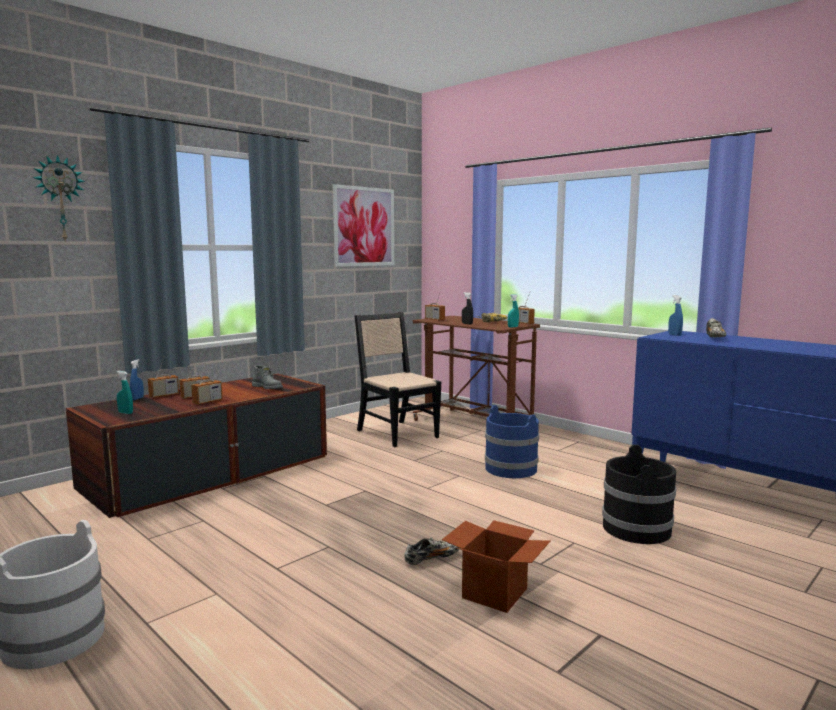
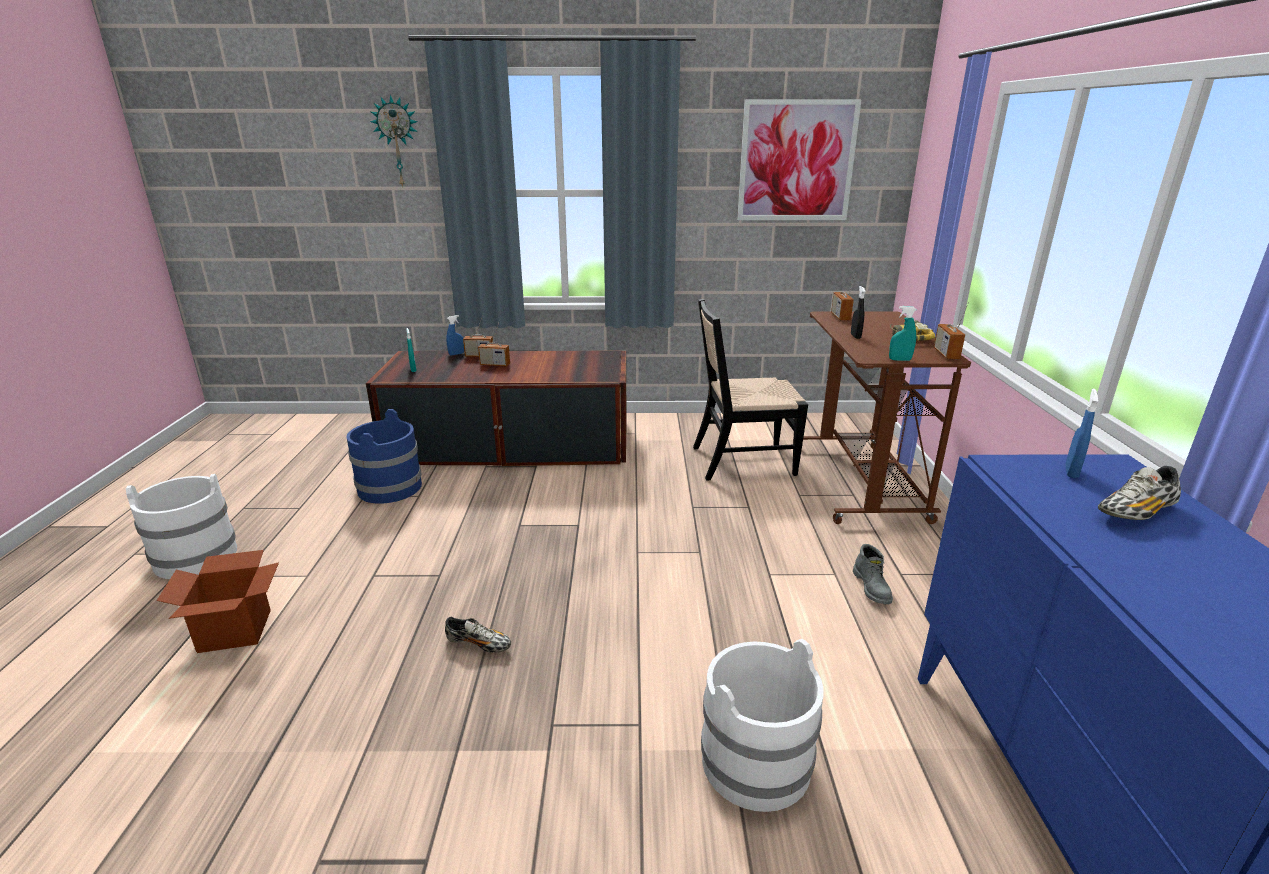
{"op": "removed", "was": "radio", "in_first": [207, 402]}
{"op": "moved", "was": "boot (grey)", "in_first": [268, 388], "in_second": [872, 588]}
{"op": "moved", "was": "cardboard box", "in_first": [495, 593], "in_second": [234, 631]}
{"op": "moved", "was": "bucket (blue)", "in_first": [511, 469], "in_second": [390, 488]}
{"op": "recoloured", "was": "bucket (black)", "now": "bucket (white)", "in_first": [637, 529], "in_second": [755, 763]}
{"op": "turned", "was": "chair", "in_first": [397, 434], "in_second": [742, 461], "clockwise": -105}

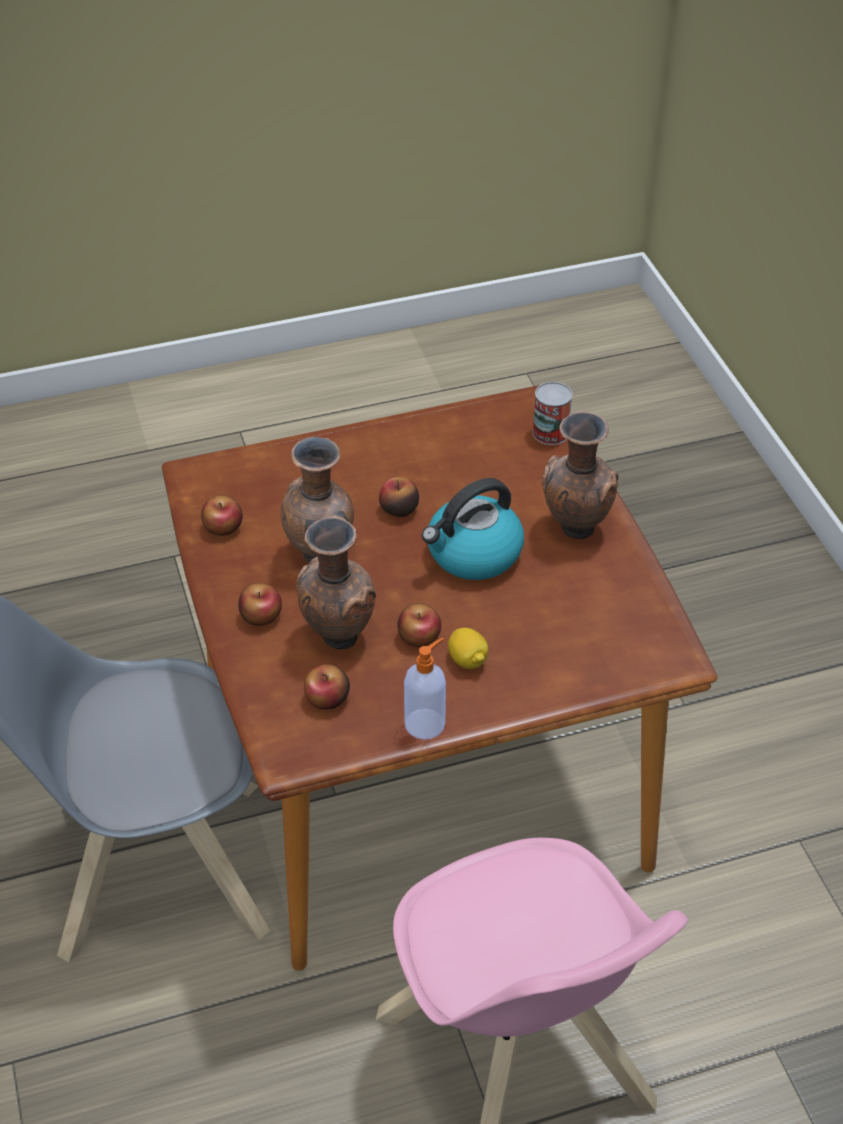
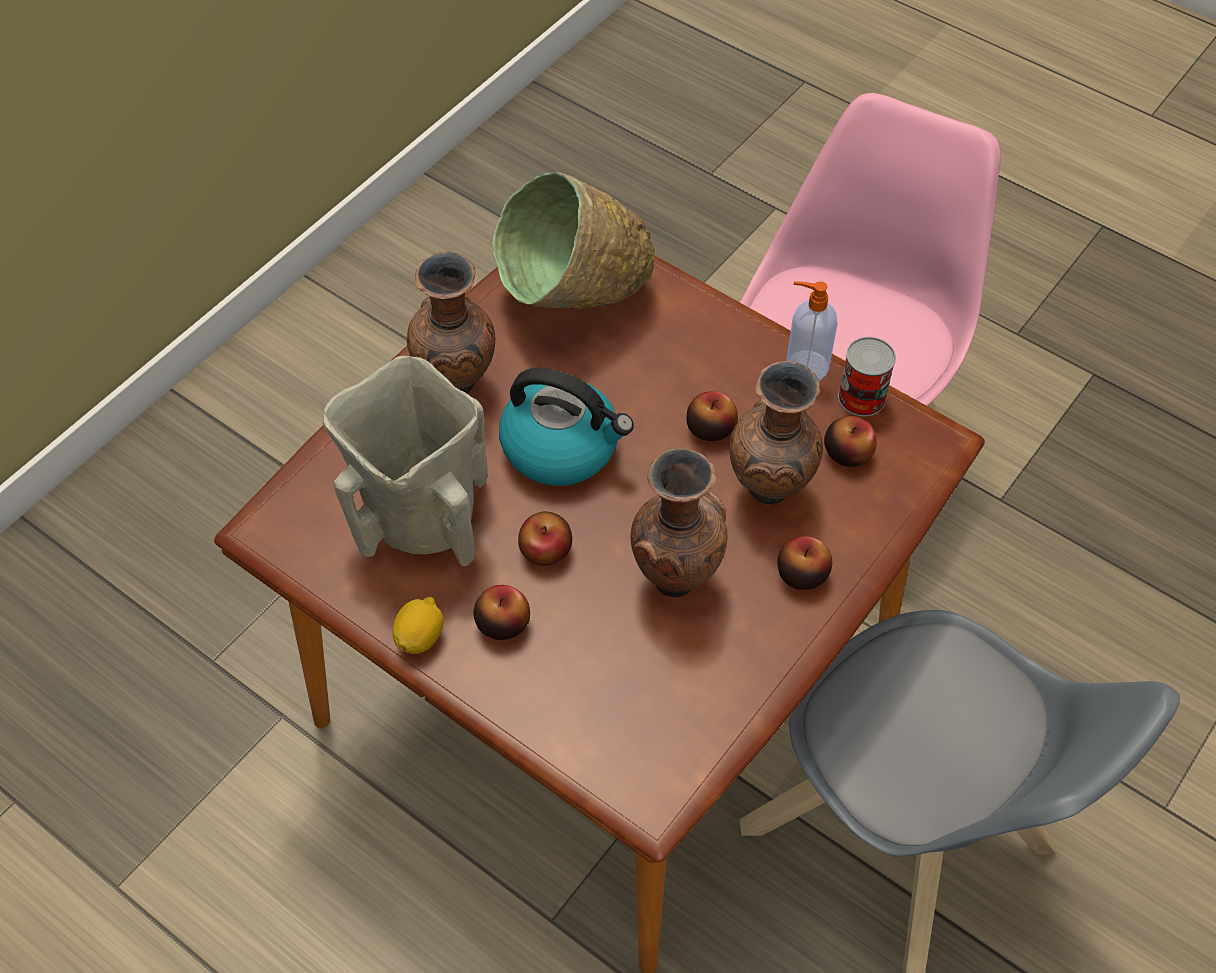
{"op": "added", "now": "vase (beige)", "in_second": [421, 516]}
{"op": "added", "now": "bowl (green)", "in_second": [572, 302]}
{"op": "moved", "was": "apple", "in_first": [223, 527], "in_second": [503, 623]}
{"op": "moved", "was": "lemon", "in_first": [467, 660], "in_second": [420, 637]}
{"op": "moved", "was": "can", "in_first": [550, 433], "in_second": [861, 397]}

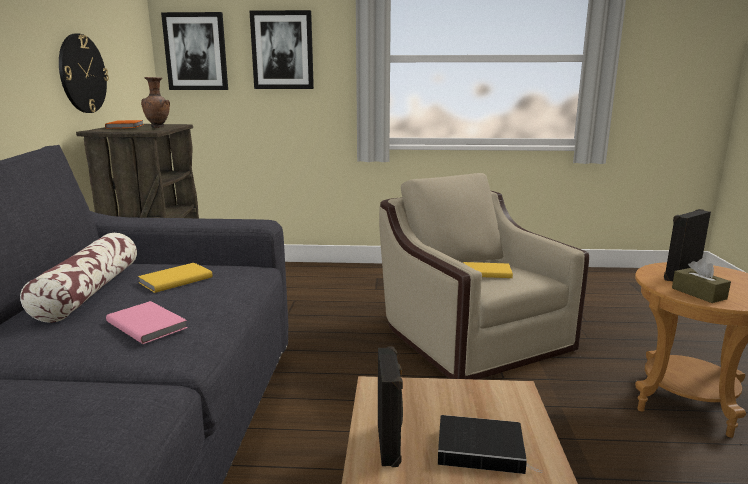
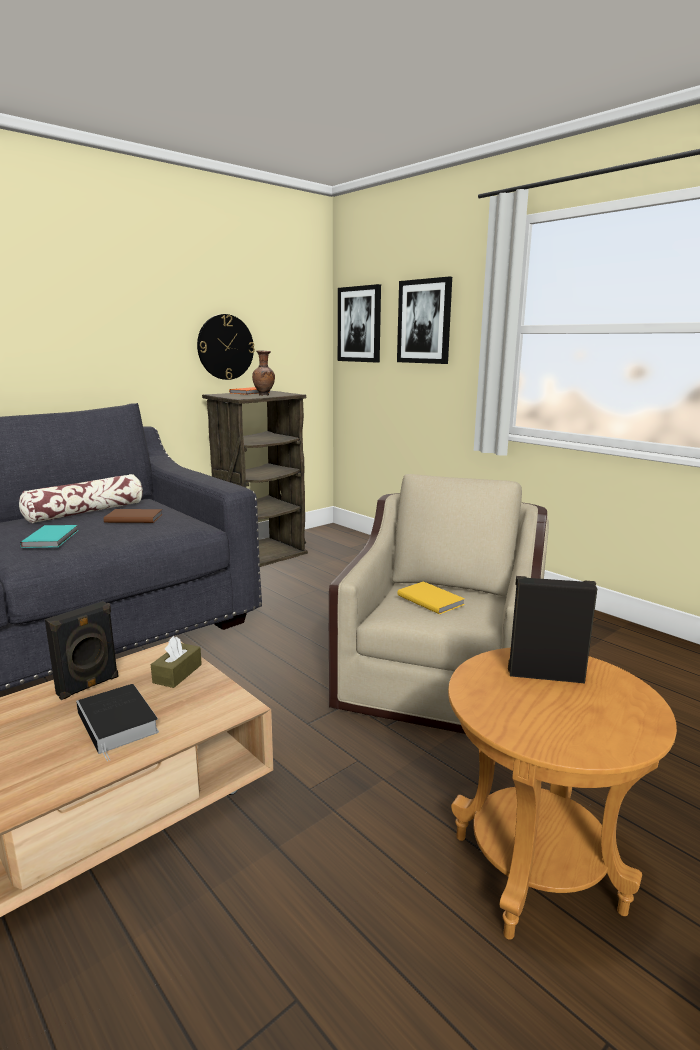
{"op": "moved", "was": "tissue box (brown)", "in_first": [698, 293], "in_second": [177, 673]}
{"op": "recoloured", "was": "book (pink)", "now": "book (turquoise)", "in_first": [148, 324], "in_second": [52, 538]}
{"op": "recoloured", "was": "book (yellow)", "now": "book (brown)", "in_first": [174, 280], "in_second": [133, 518]}

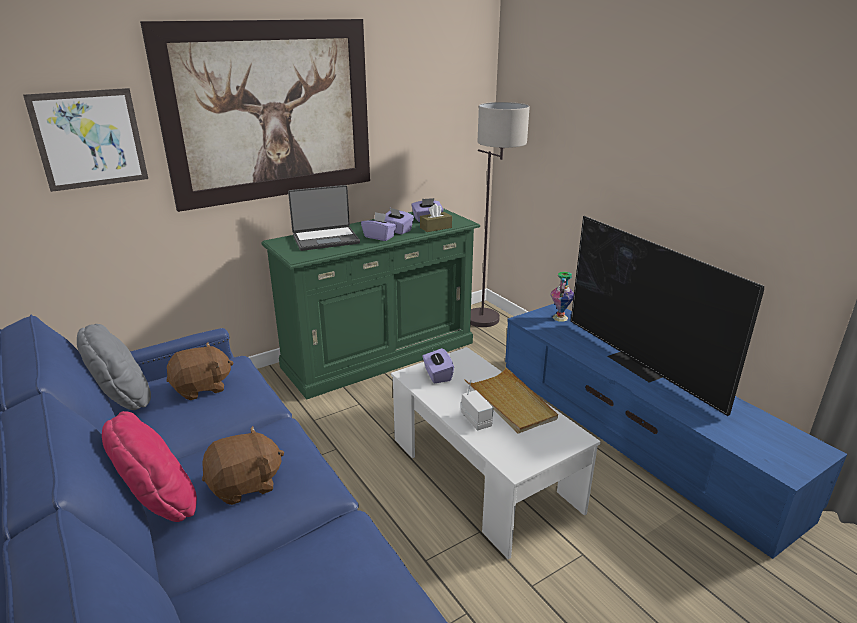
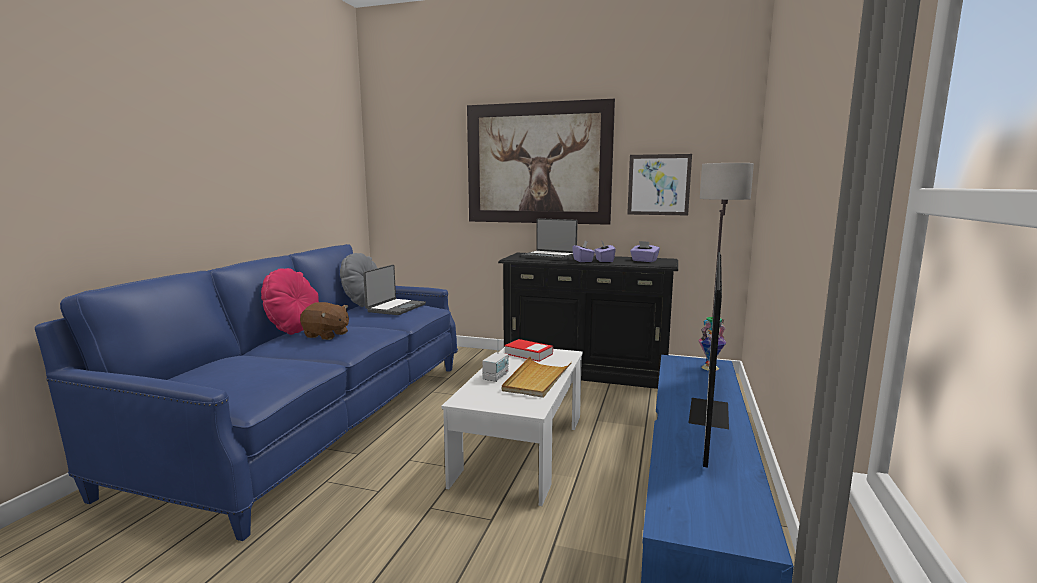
{"op": "removed", "was": "tissue box (brown)", "in_first": [435, 228]}
{"op": "moved", "was": "picture", "in_first": [89, 139], "in_second": [658, 185]}
{"op": "replaced", "was": "plush toy (brown)", "now": "laptop", "in_first": [202, 388], "in_second": [395, 308]}
{"op": "replaced", "was": "tissue box (purple)", "now": "book", "in_first": [437, 375], "in_second": [528, 354]}
{"op": "recoloured", "was": "cabinet (green)", "now": "cabinet (black)", "in_first": [380, 354], "in_second": [586, 370]}

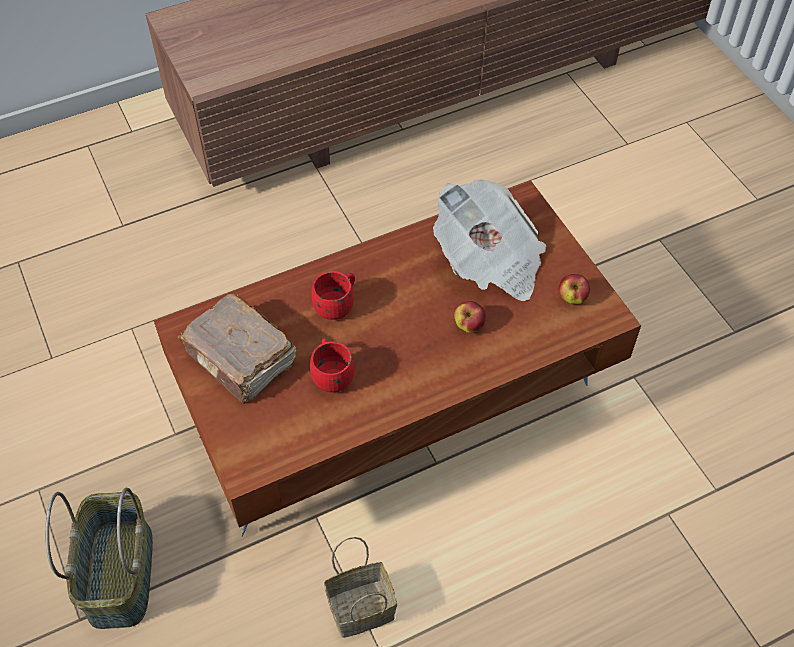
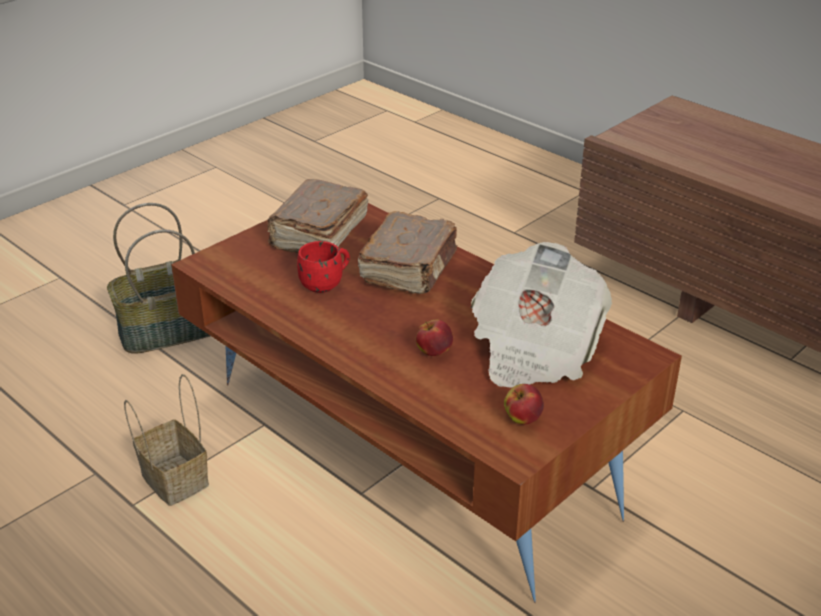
{"op": "replaced", "was": "mug (red)", "now": "book (brown)", "in_first": [337, 305], "in_second": [410, 268]}

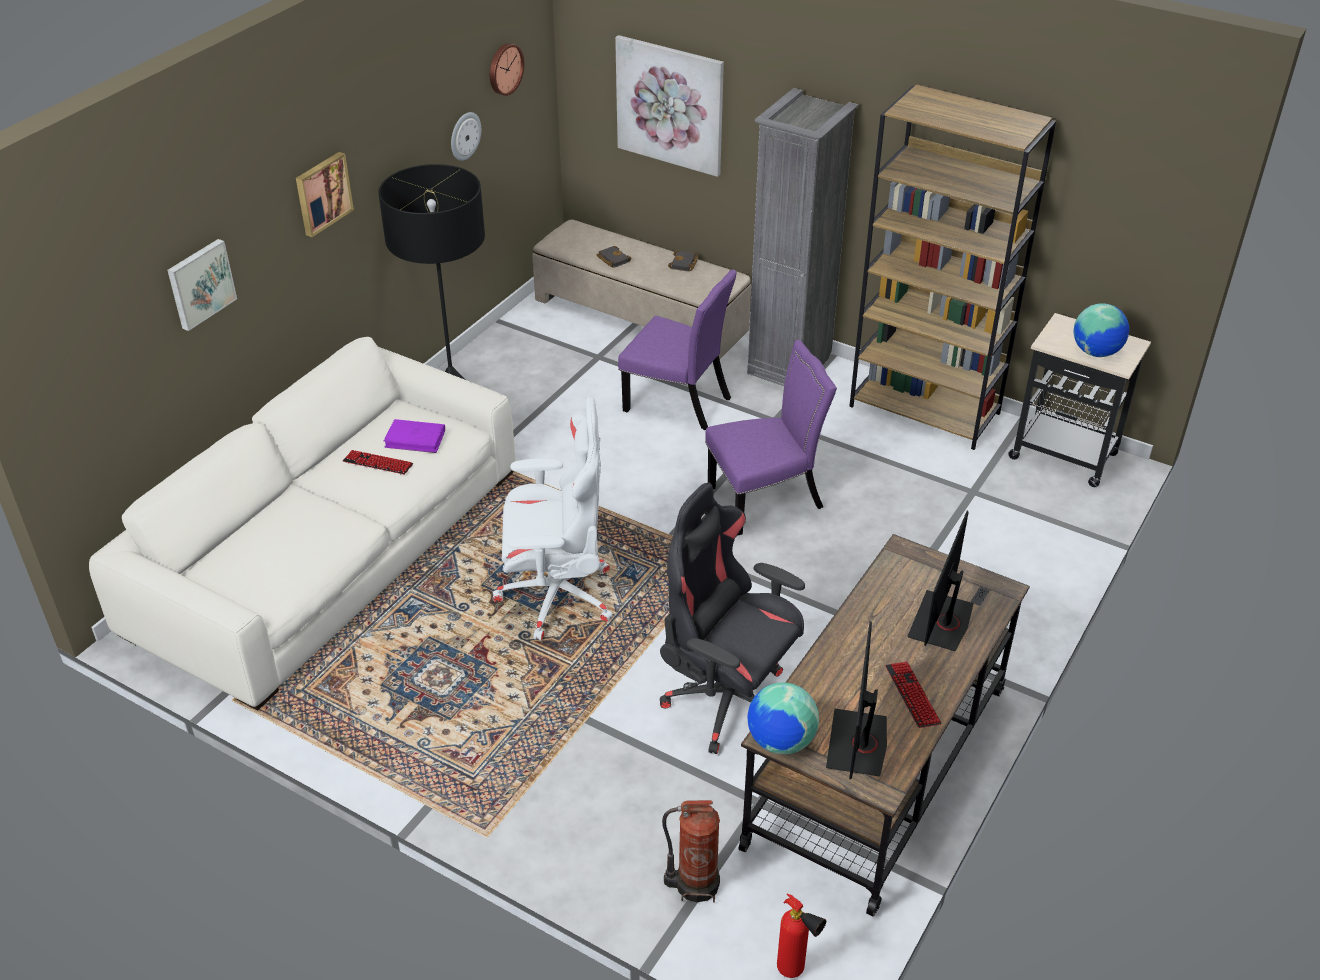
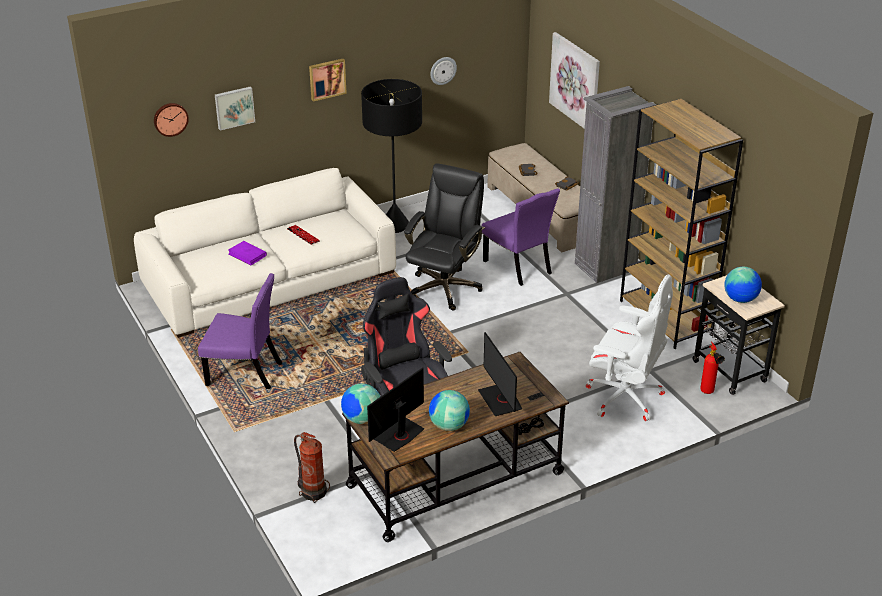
{"op": "added", "now": "office chair (black)", "in_second": [444, 290]}
{"op": "moved", "was": "book (purple)", "in_first": [415, 439], "in_second": [247, 255]}
{"op": "moved", "was": "wall clock", "in_first": [504, 69], "in_second": [170, 119]}
{"op": "moved", "was": "office chair (white)", "in_first": [555, 597], "in_second": [623, 397]}
{"op": "moved", "was": "chair (purple)", "in_first": [764, 500], "in_second": [243, 373]}
{"op": "moved", "was": "fire extinguisher", "in_first": [795, 972], "in_second": [708, 393]}
{"op": "replaced", "was": "keyboard", "now": "globe", "in_first": [912, 695], "in_second": [448, 425]}
{"op": "turned", "was": "monitor", "in_first": [941, 622], "in_second": [500, 400], "clockwise": -75}

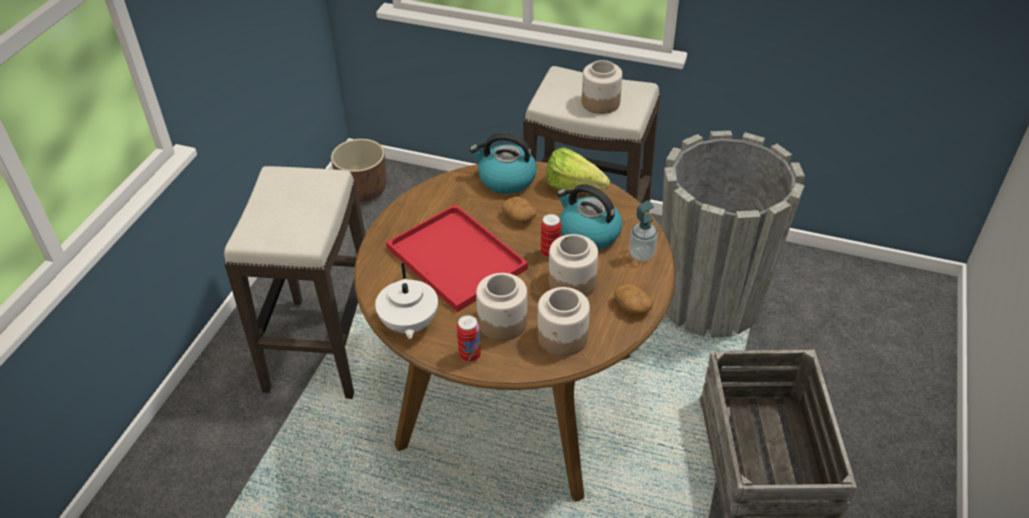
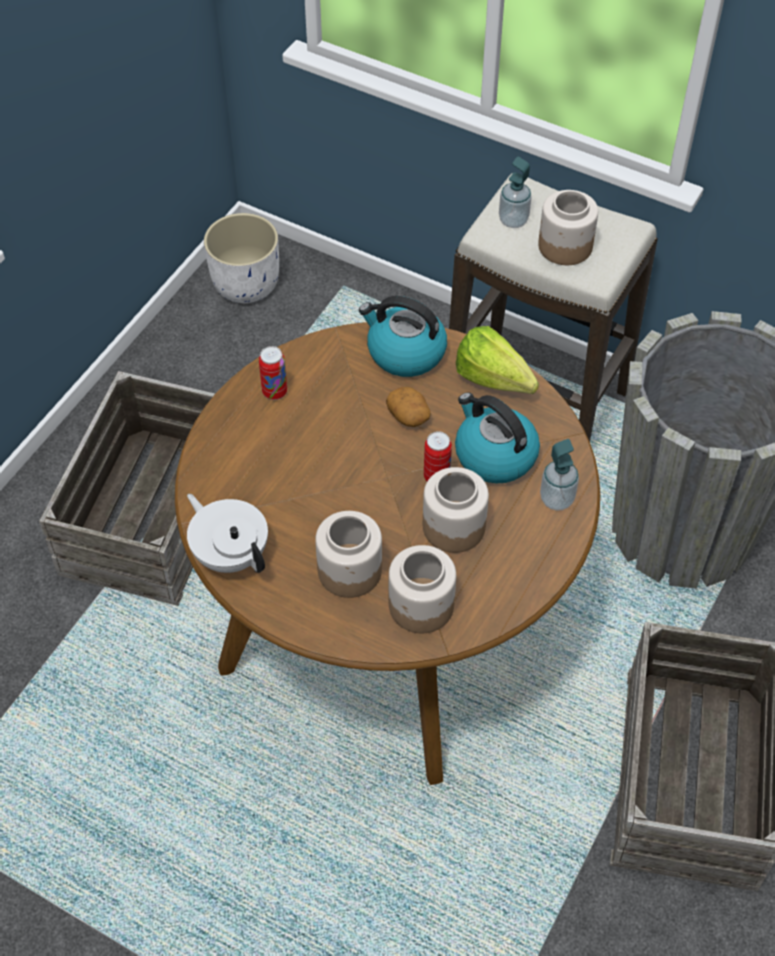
{"op": "removed", "was": "tray (red)", "in_first": [453, 257]}
{"op": "removed", "was": "potato", "in_first": [631, 307]}
{"op": "added", "now": "soap dispenser", "in_second": [513, 220]}
{"op": "moved", "was": "can", "in_first": [470, 355], "in_second": [274, 392]}
{"op": "replaced", "was": "stool", "now": "crate", "in_first": [323, 347], "in_second": [151, 513]}
{"op": "recoloured", "was": "planter (brown)", "now": "planter (white)", "in_first": [363, 190], "in_second": [246, 283]}
{"op": "turned", "was": "teapot (white)", "in_first": [409, 325], "in_second": [231, 554], "clockwise": 135}

